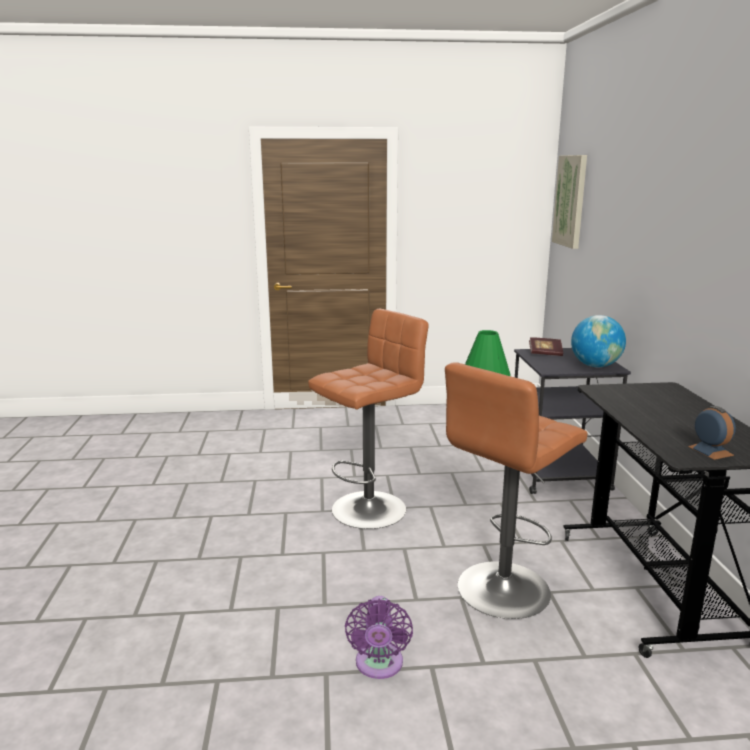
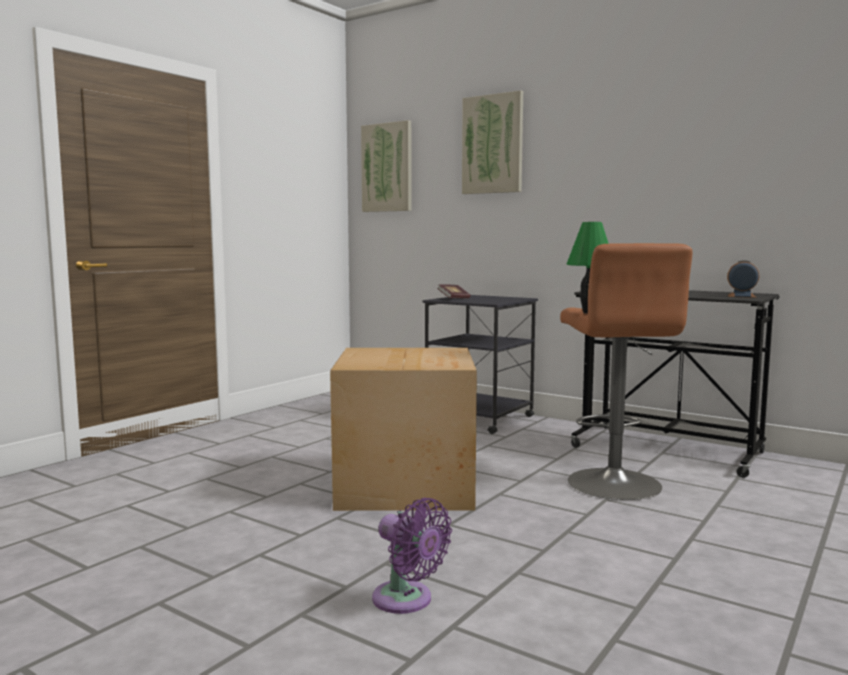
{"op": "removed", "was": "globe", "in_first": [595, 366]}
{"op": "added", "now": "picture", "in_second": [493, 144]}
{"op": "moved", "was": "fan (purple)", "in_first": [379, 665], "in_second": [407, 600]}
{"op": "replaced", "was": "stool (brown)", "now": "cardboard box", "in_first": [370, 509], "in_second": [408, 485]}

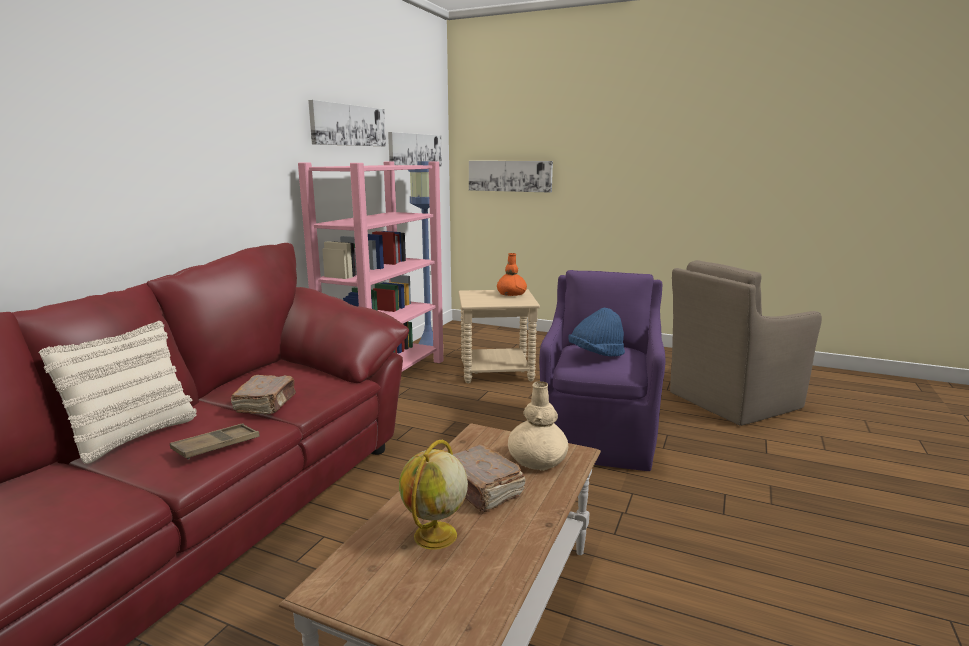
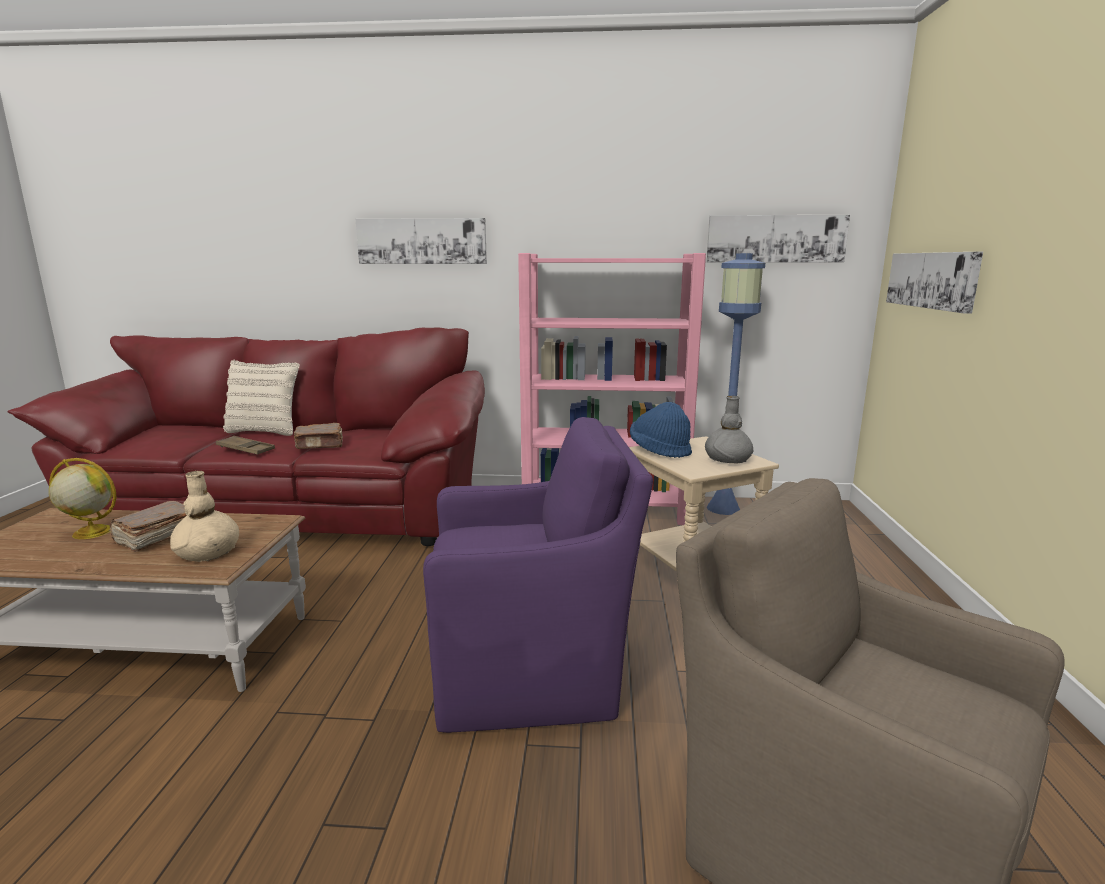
{"op": "moved", "was": "picture", "in_first": [348, 125], "in_second": [422, 241]}
{"op": "moved", "was": "hat (blue)", "in_first": [596, 355], "in_second": [659, 450]}
{"op": "recoloured", "was": "vase (orange)", "now": "vase (grey)", "in_first": [511, 294], "in_second": [727, 459]}

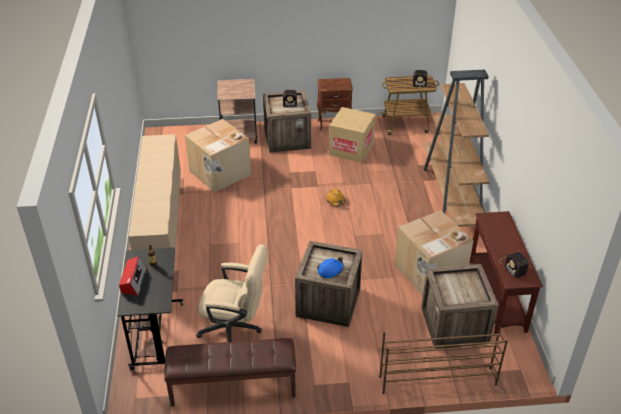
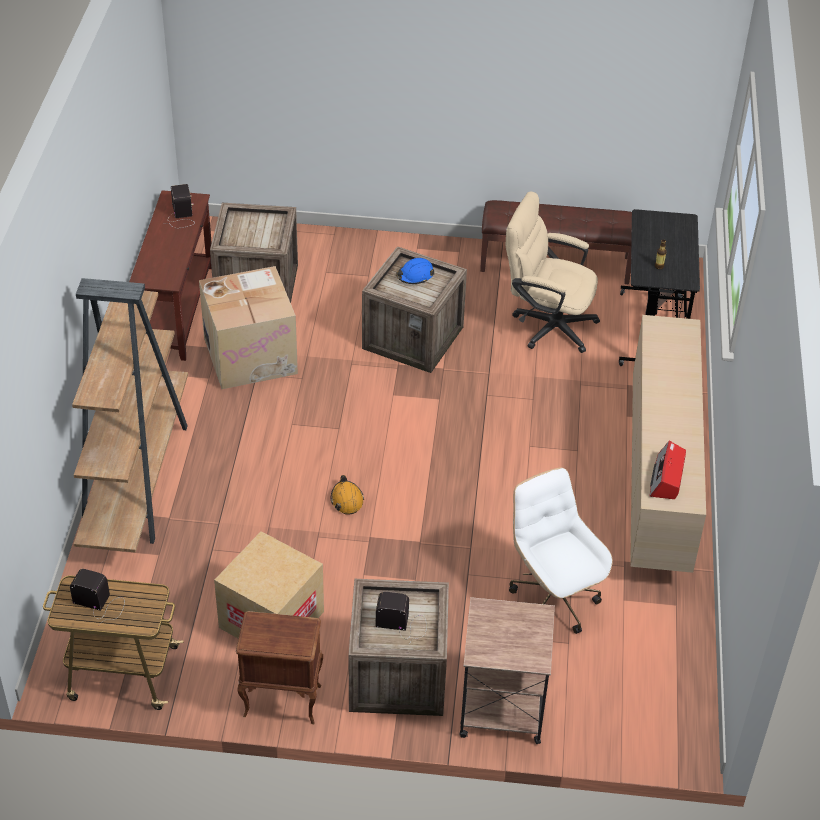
{"op": "removed", "was": "shoe rack (brown)", "in_first": [437, 380]}
{"op": "moved", "was": "radio", "in_first": [133, 281], "in_second": [666, 478]}
{"op": "replaced", "was": "cardboard box", "now": "office chair (white)", "in_first": [220, 173], "in_second": [552, 599]}

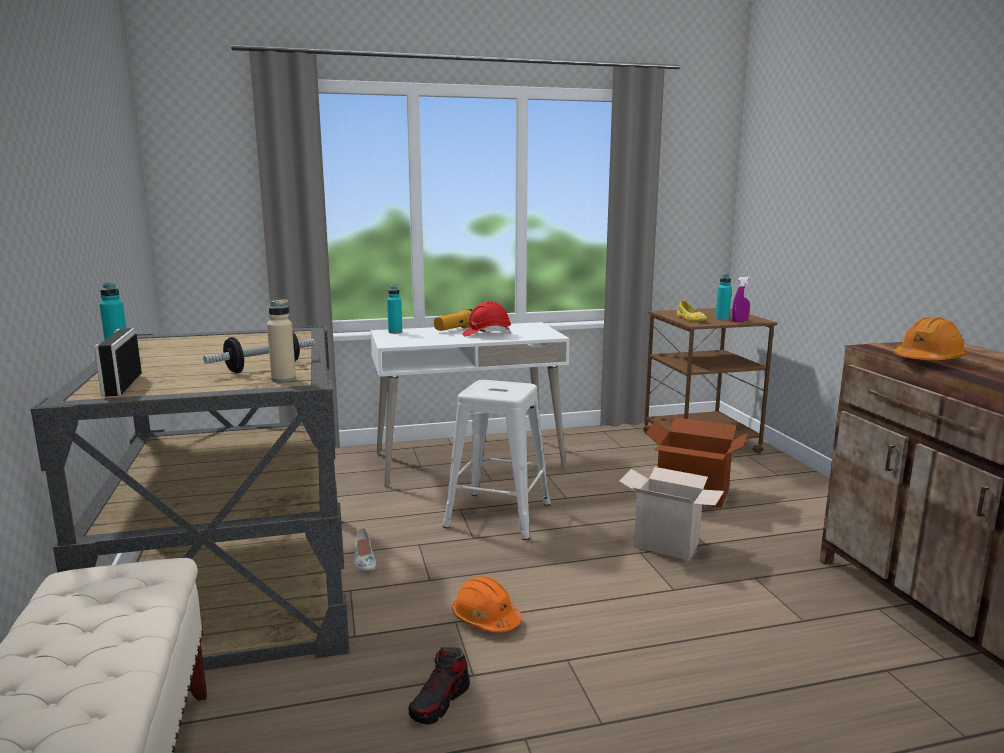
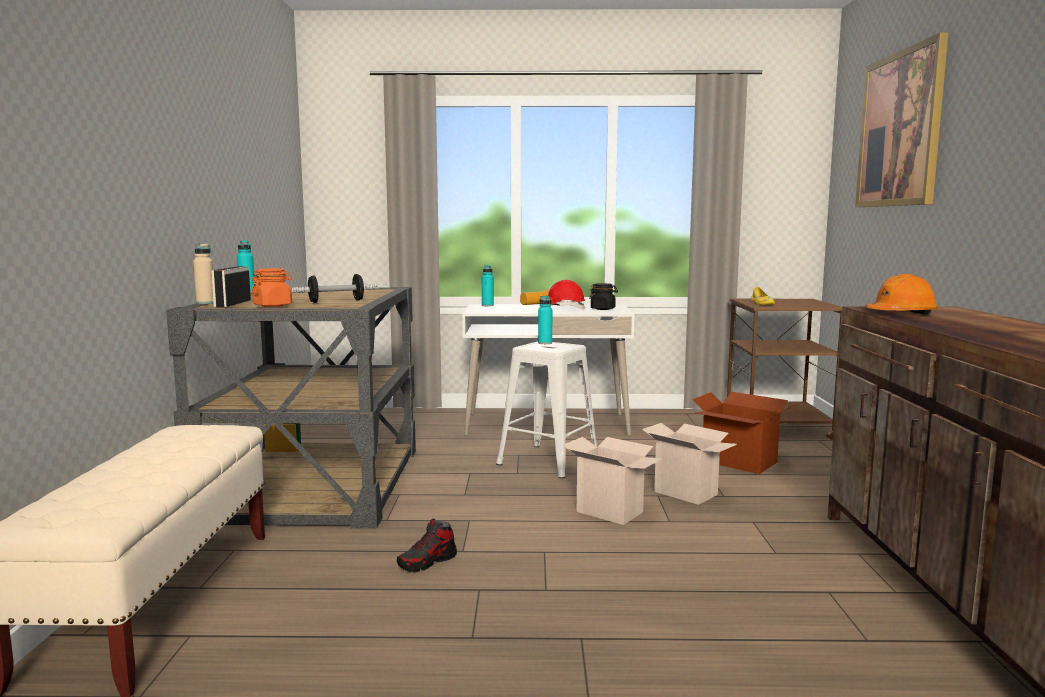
{"op": "removed", "was": "shoe (white)", "in_first": [364, 560]}
{"op": "removed", "was": "hard hat (orange)", "in_first": [485, 618]}
{"op": "removed", "was": "spray bottle (purple)", "in_first": [739, 321]}
{"op": "added", "now": "jar (orange)", "in_second": [273, 305]}
{"op": "added", "now": "cardboard box", "in_second": [612, 512]}
{"op": "added", "now": "jar (black)", "in_second": [603, 309]}
{"op": "added", "now": "picture", "in_second": [900, 129]}
{"op": "moved", "was": "bottle (beige)", "in_first": [283, 379], "in_second": [205, 303]}
{"op": "moved", "was": "bottle (turquoise)", "in_first": [722, 319], "in_second": [545, 343]}

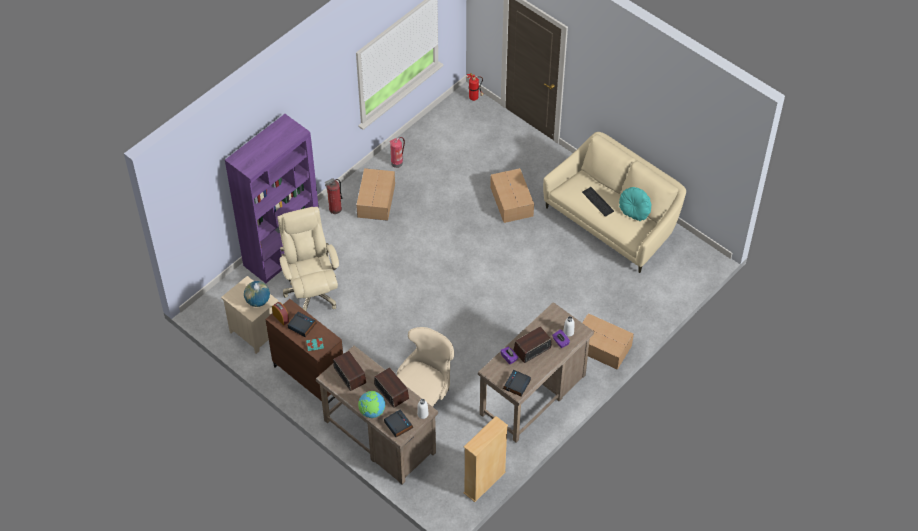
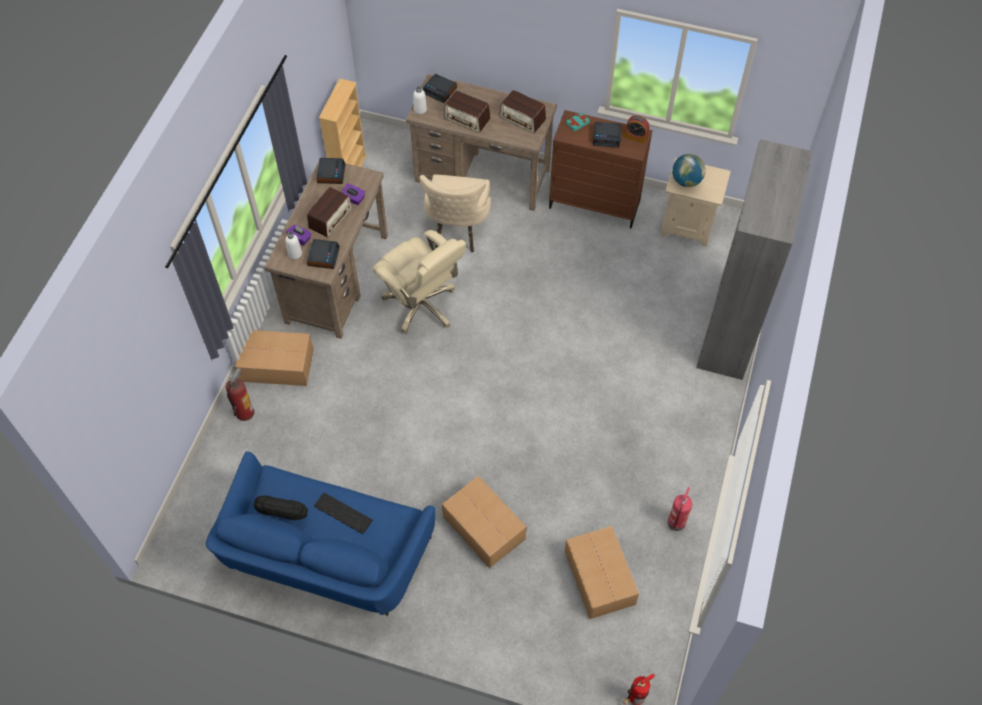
{"op": "removed", "was": "globe", "in_first": [372, 412]}
{"op": "added", "now": "alarm clock", "in_second": [323, 256]}
{"op": "moved", "was": "office chair (beige)", "in_first": [312, 292], "in_second": [422, 307]}
{"op": "moved", "was": "fire extinguisher", "in_first": [335, 209], "in_second": [245, 412]}
{"op": "moved", "was": "cardboard box", "in_first": [376, 200], "in_second": [599, 579]}
{"op": "recoloured", "was": "bookcase (purple)", "now": "bookcase (grey)", "in_first": [283, 252], "in_second": [729, 331]}
{"op": "recoloured", "was": "sofa (beige)", "now": "sofa (blue)", "in_first": [613, 220], "in_second": [327, 557]}
{"op": "recoloured", "was": "pillow (turquoise)", "now": "pillow (black)", "in_first": [634, 213], "in_second": [284, 517]}

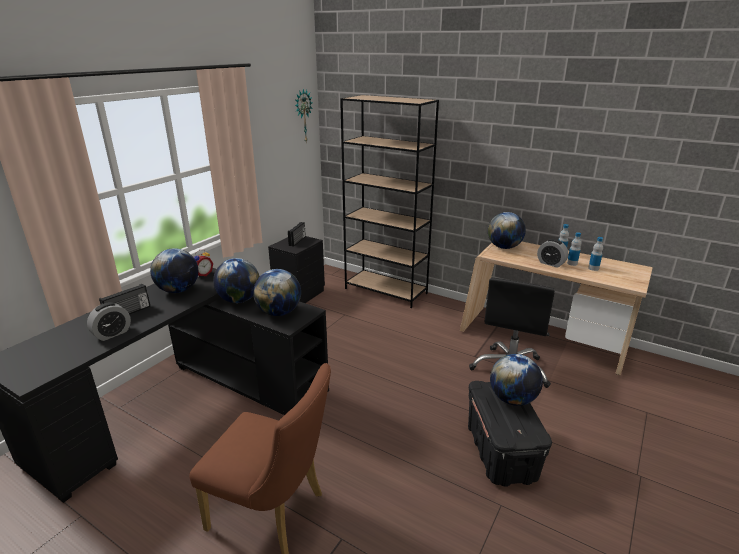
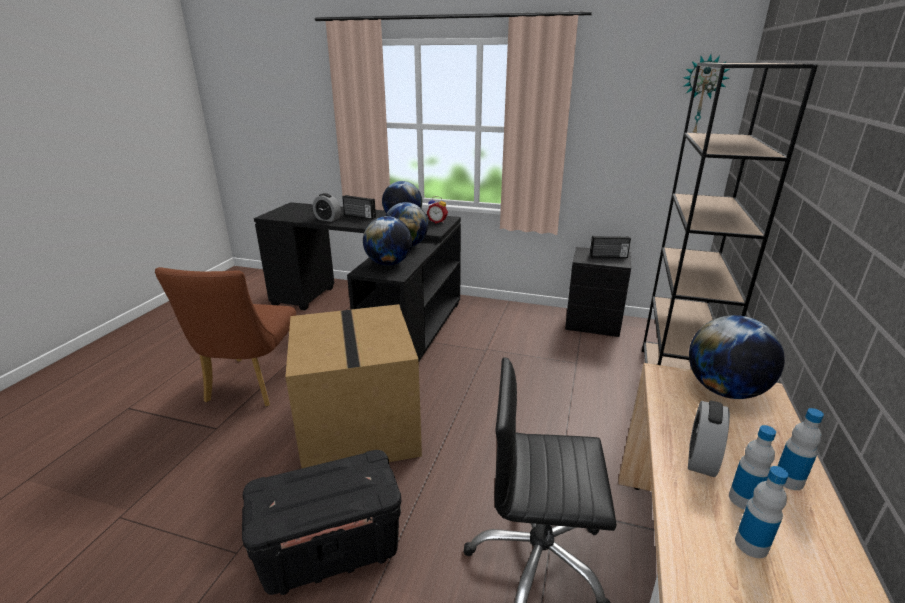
{"op": "removed", "was": "globe", "in_first": [513, 399]}
{"op": "added", "now": "cardboard box", "in_second": [361, 429]}

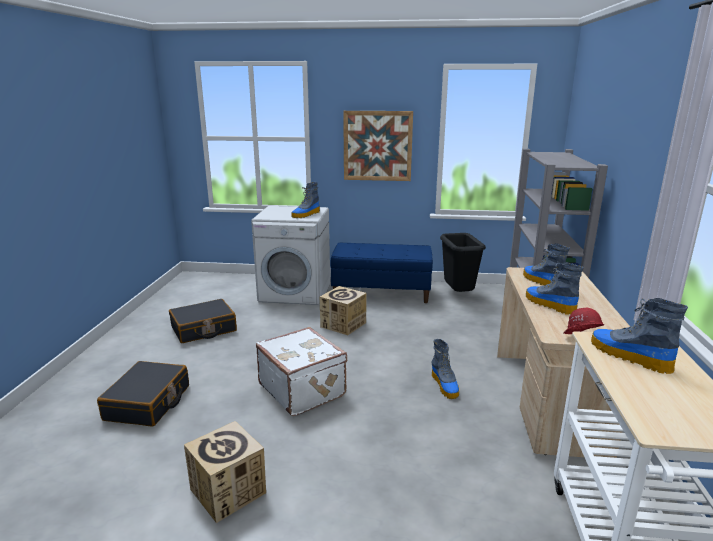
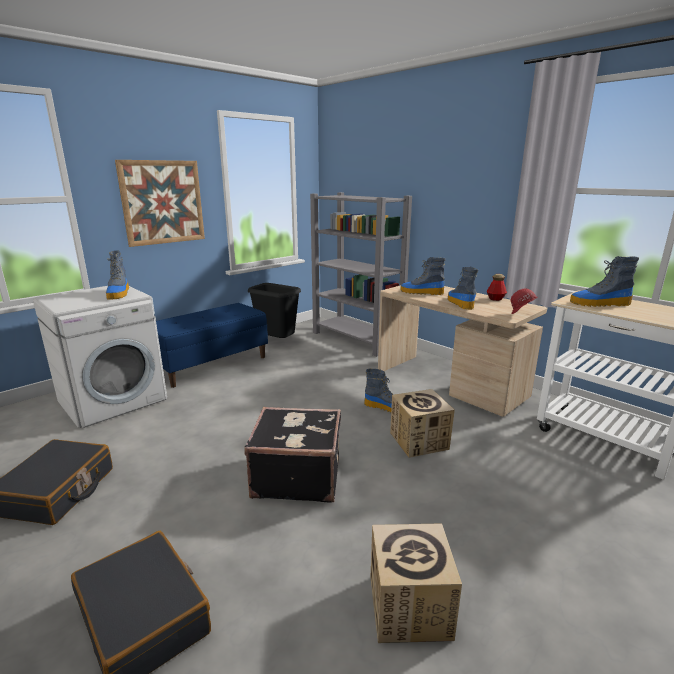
{"op": "added", "now": "bottle", "in_second": [495, 299]}
{"op": "moved", "was": "cardboard box", "in_first": [343, 325], "in_second": [419, 441]}
{"op": "recoloured", "was": "suitcase (white)", "now": "suitcase (black)", "in_first": [303, 389], "in_second": [297, 476]}
{"op": "turned", "was": "boot", "in_first": [549, 304], "in_second": [459, 303], "clockwise": 75}

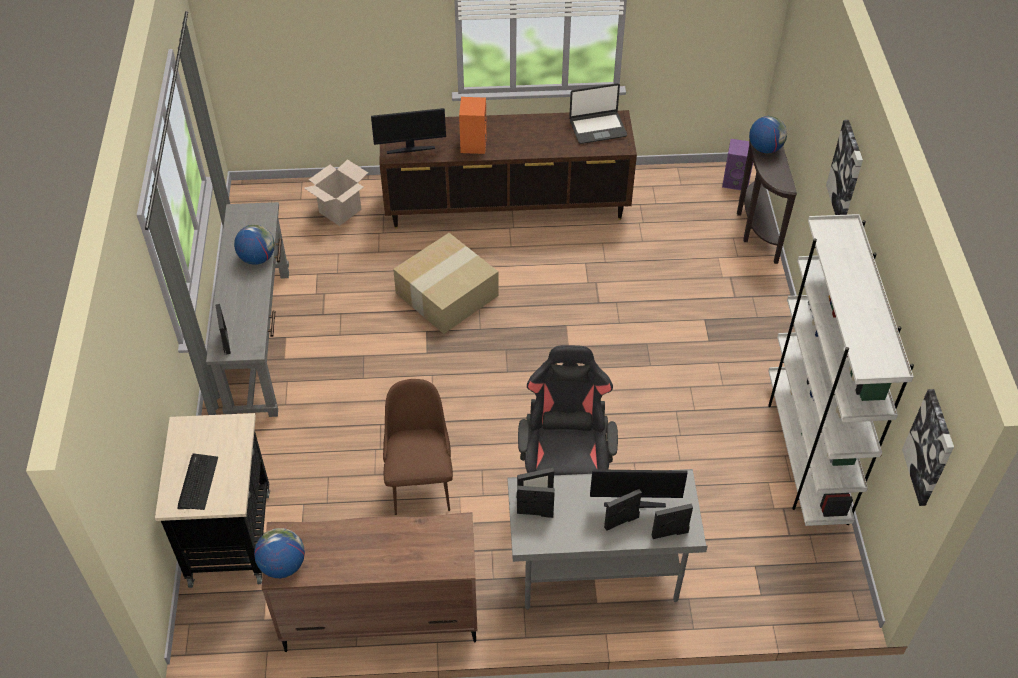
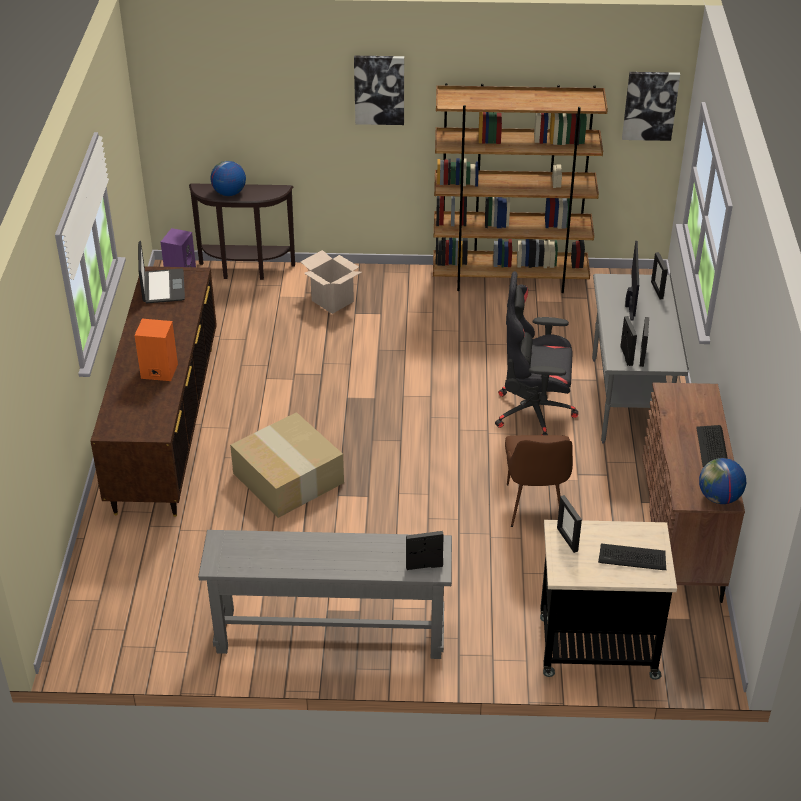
{"op": "removed", "was": "globe", "in_first": [257, 258]}
{"op": "removed", "was": "monitor", "in_first": [410, 149]}
{"op": "added", "now": "keyboard", "in_second": [712, 447]}
{"op": "moved", "was": "cardboard box", "in_first": [340, 211], "in_second": [332, 301]}
{"op": "moved", "was": "picture frame", "in_first": [621, 522], "in_second": [568, 539]}
{"op": "recoloured", "was": "bookcase (white)", "now": "bookcase (brown)", "in_first": [805, 455], "in_second": [510, 279]}
{"op": "turned", "was": "chair (brown)", "in_first": [420, 486], "in_second": [535, 505], "clockwise": -90}

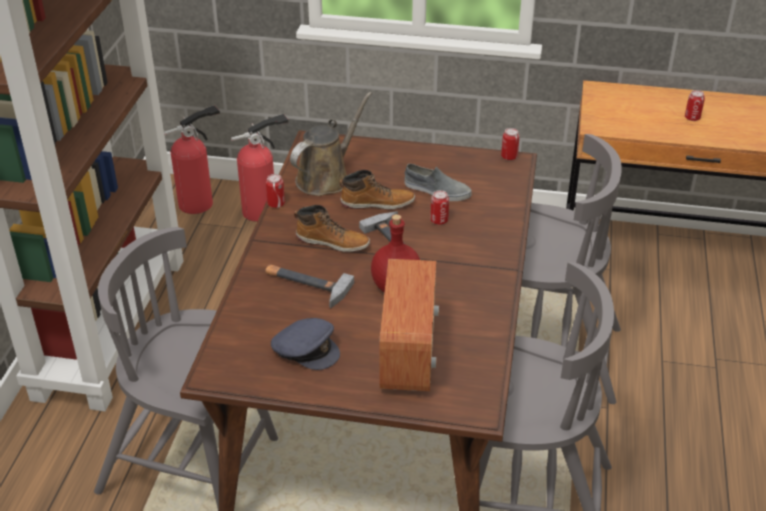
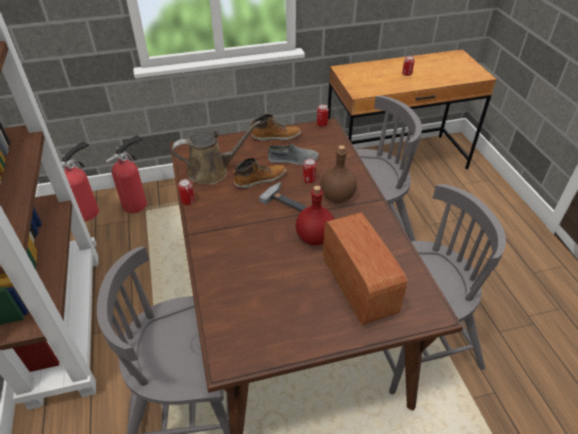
{"op": "removed", "was": "hammer", "in_first": [305, 285]}
{"op": "removed", "was": "cap (grey)", "in_first": [306, 349]}
{"op": "added", "now": "bottle (brown)", "in_second": [337, 196]}
{"op": "moved", "was": "boot", "in_first": [333, 242], "in_second": [276, 136]}
{"op": "turned", "was": "watering can (brown)", "in_first": [326, 178], "in_second": [212, 171], "clockwise": 60}

